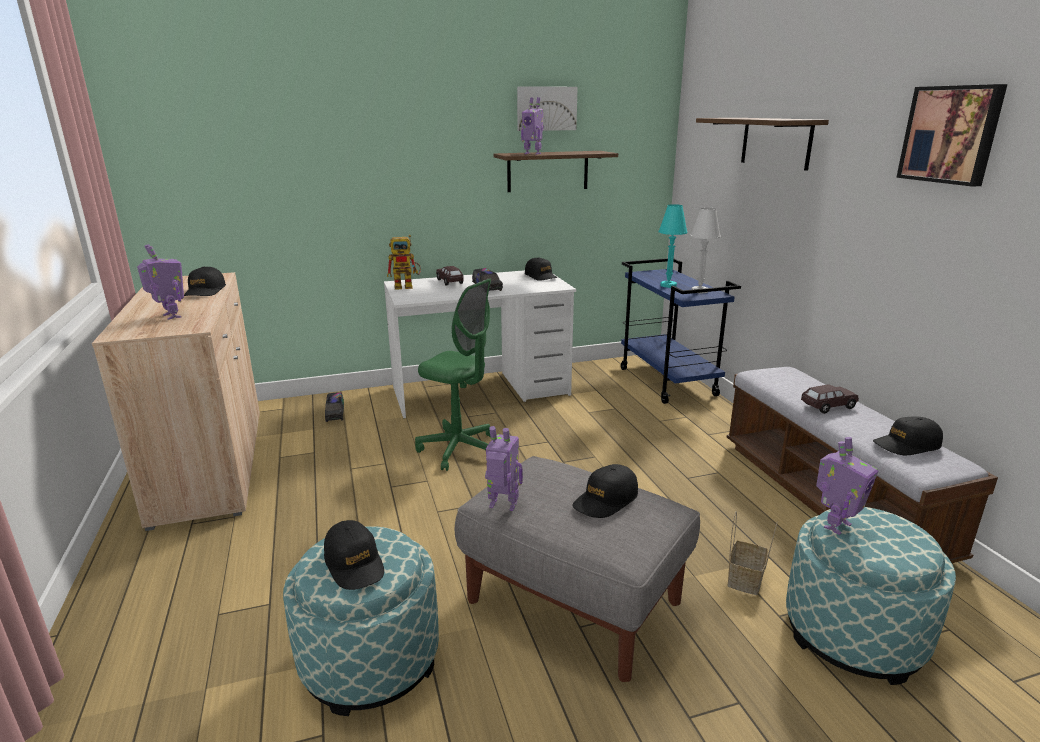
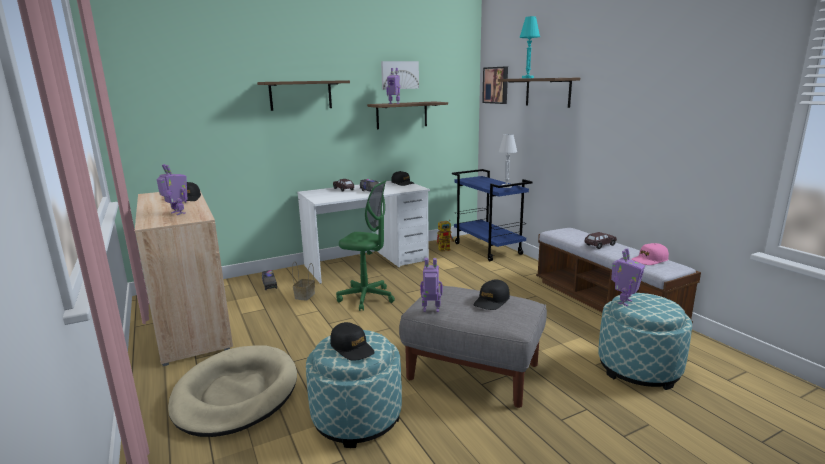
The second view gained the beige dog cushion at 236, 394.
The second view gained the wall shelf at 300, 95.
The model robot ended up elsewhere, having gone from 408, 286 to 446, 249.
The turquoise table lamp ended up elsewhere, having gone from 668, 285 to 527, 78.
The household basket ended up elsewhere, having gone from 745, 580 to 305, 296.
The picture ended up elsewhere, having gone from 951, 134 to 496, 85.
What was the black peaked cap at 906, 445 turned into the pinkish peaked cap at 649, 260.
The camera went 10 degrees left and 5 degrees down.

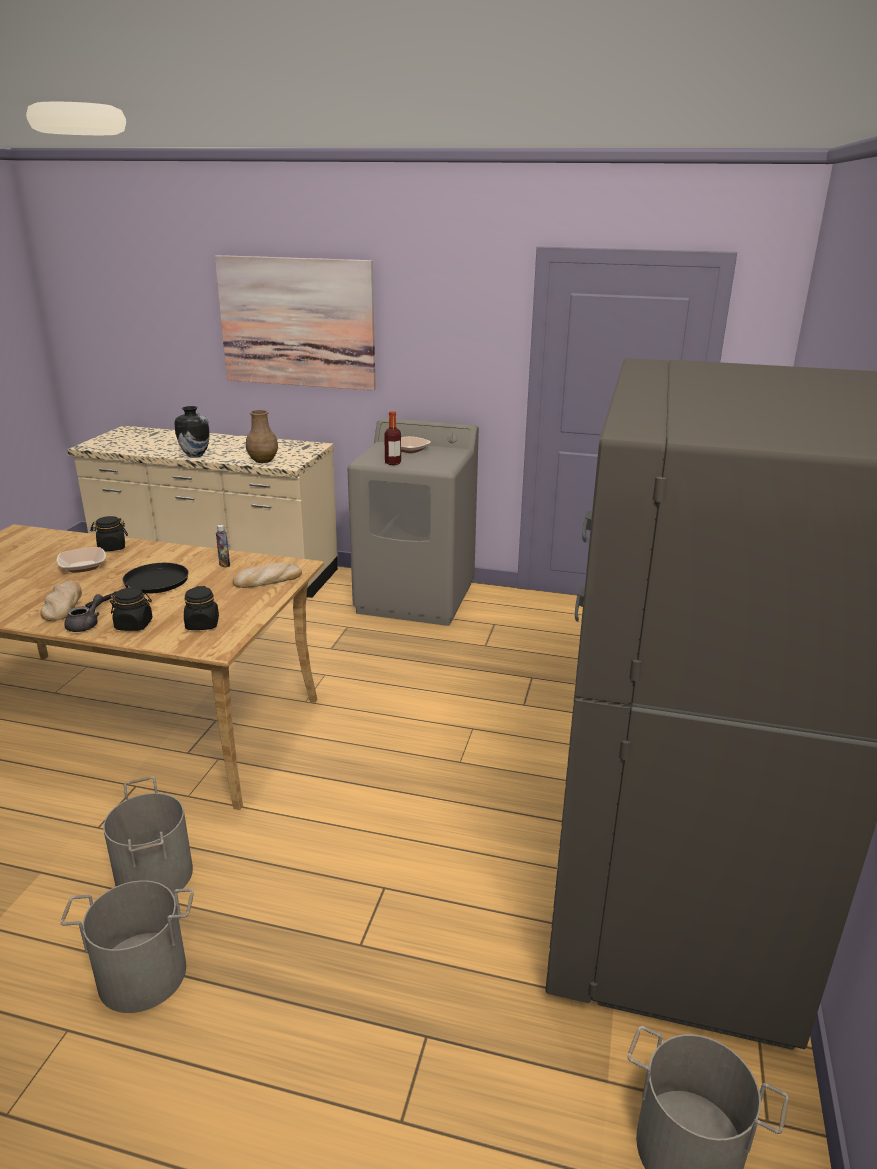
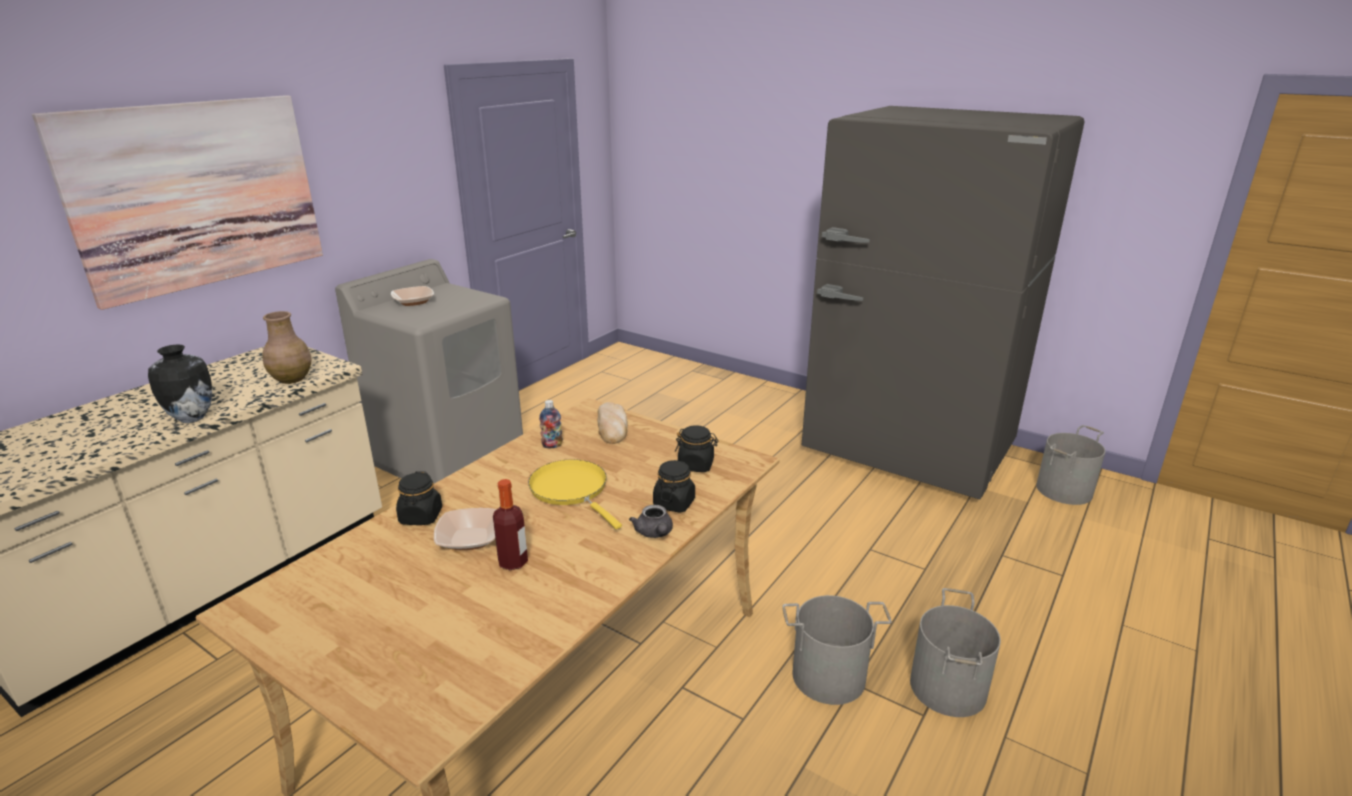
The second view lost the bakery bread at 62, 604.
The bottle ended up elsewhere, having gone from 393, 463 to 513, 562.
What was the black frying pan at 152, 584 turned into the yellowish frying pan at 571, 490.
The gray teapot at 86, 624 ended up facing another way, 150 degrees counterclockwise from before.
The camera went 70 degrees left and 0 degrees up.

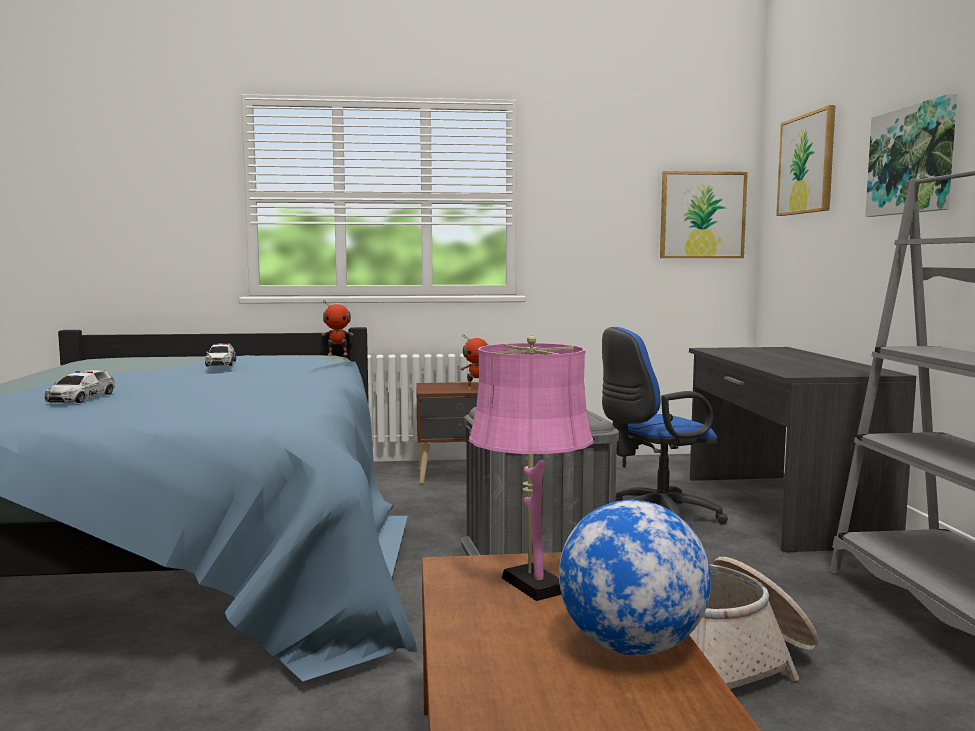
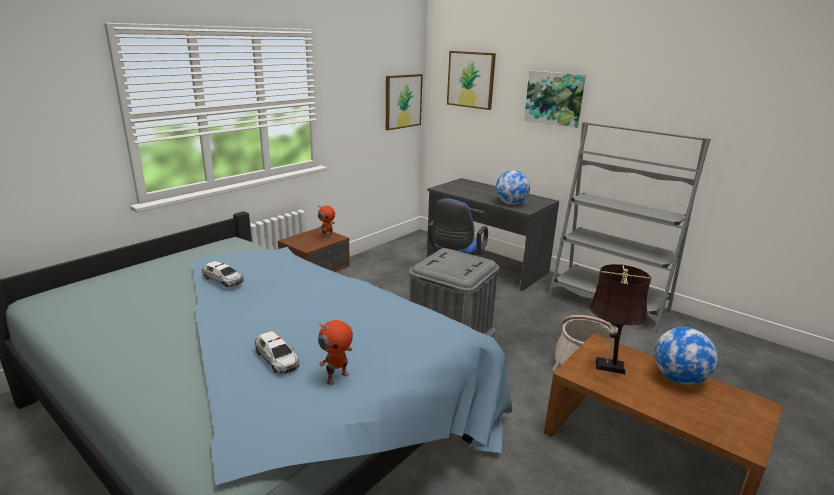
The second view gained the globe at 511, 203.
The model robot ended up elsewhere, having gone from 338, 354 to 337, 377.
What was the pinkish table lamp at 530, 582 turned into the brown-coloured table lamp at 606, 366.
The camera went 45 degrees left and 15 degrees up.

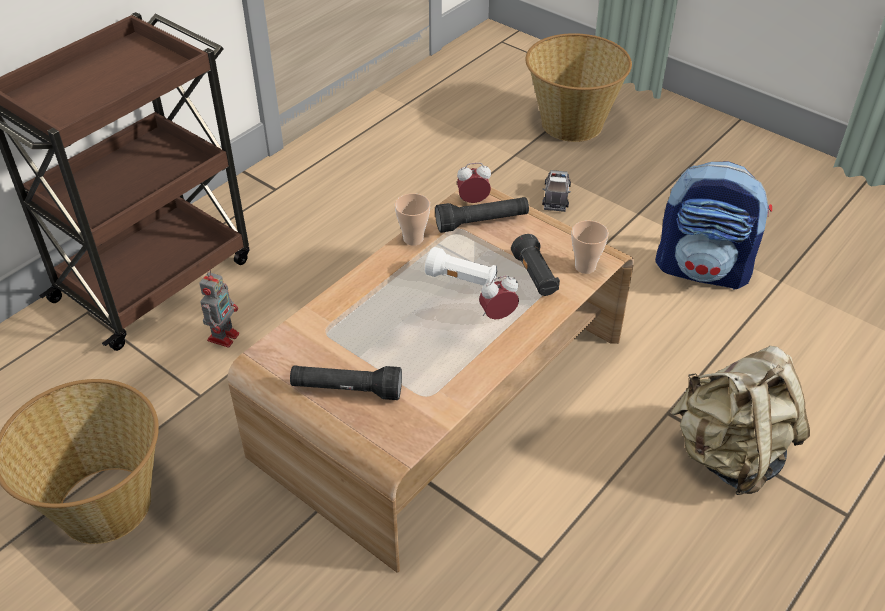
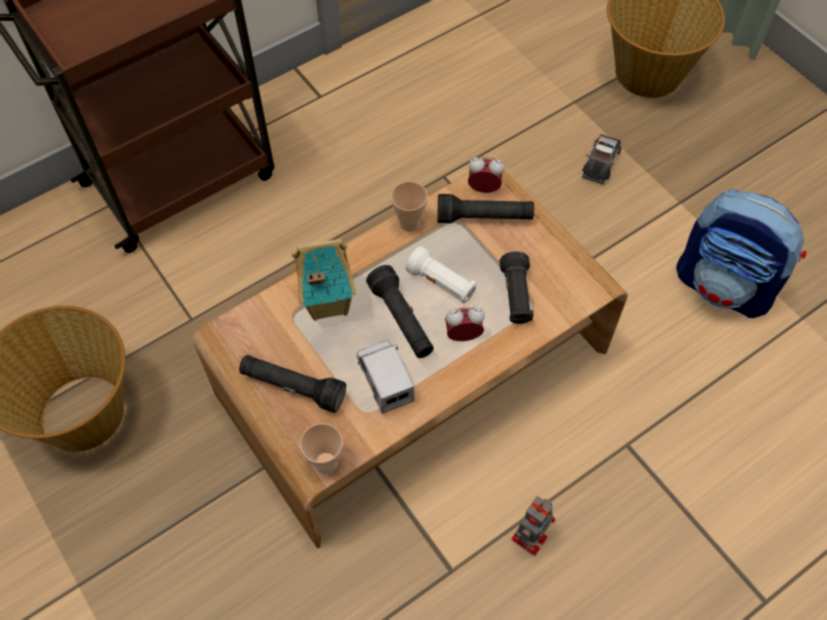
The second view lost the beige rucksack at 729, 455.
The second view gained the miniature house at 326, 303.
The second view gained the toy lorry at 385, 380.
The second view gained the black flashlight at 402, 320.
The model robot ended up elsewhere, having gone from 224, 336 to 530, 536.
The cup ended up elsewhere, having gone from 585, 267 to 325, 463.
The camera went 15 degrees right and 15 degrees up.

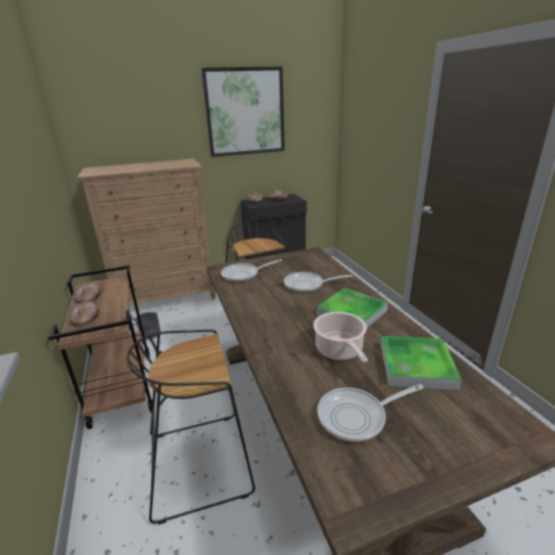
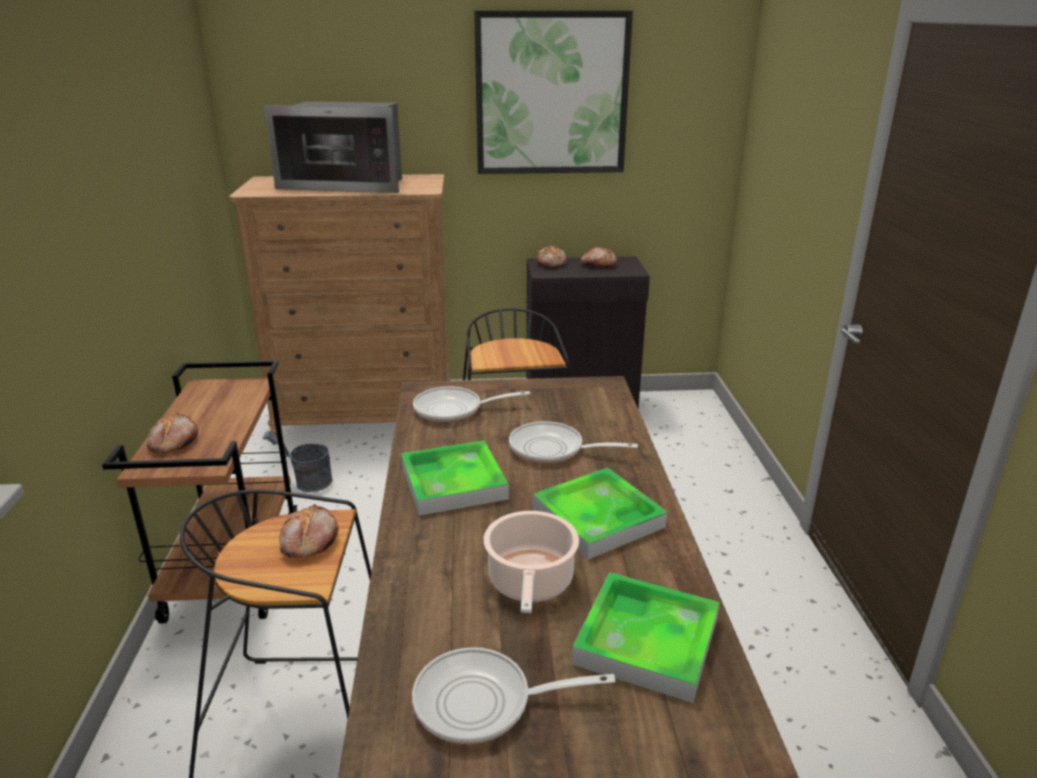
The second view gained the kitchen microwave at 347, 184.
The second view gained the carrying tray at 453, 483.
The bakery bread ended up elsewhere, having gone from 88, 298 to 308, 541.
The camera went 15 degrees right and 0 degrees up.

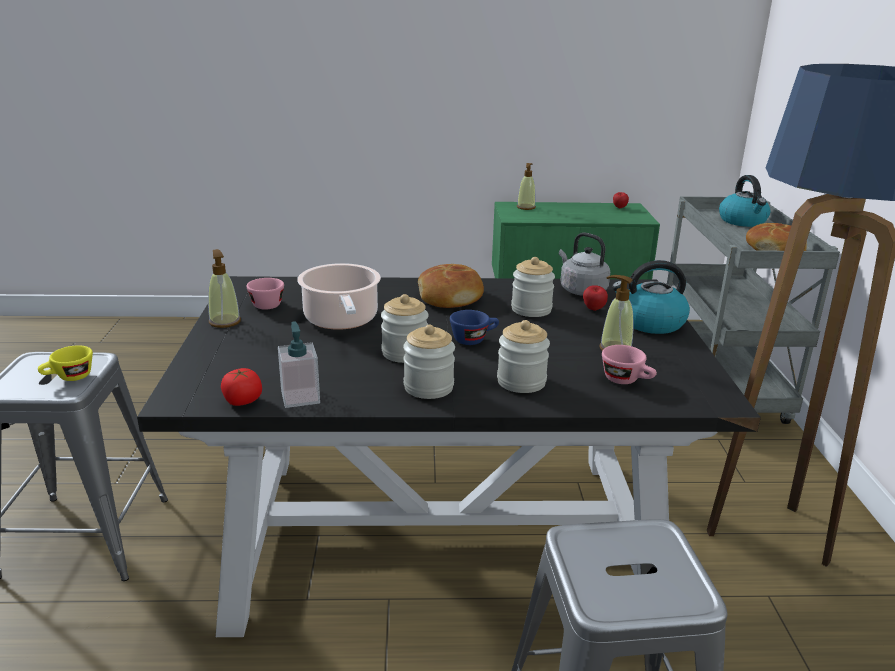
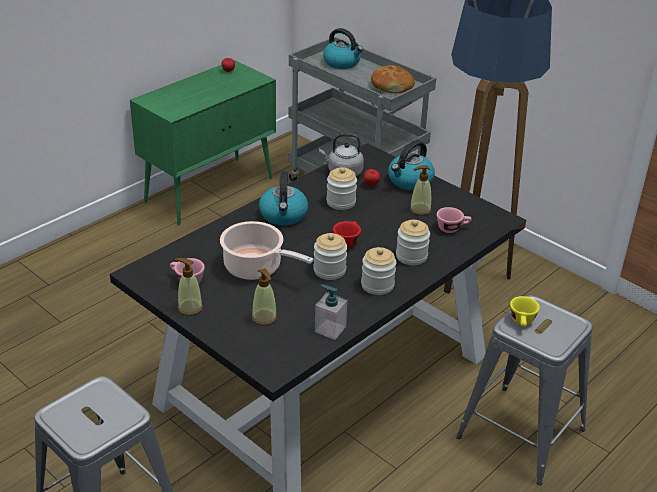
The second view lost the whole tomato at 242, 401.
The yellowish cup ended up elsewhere, having gone from 69, 378 to 522, 322.
The soap bottle ended up elsewhere, having gone from 526, 207 to 264, 318.
Where the bakery bread stood at 450, 297, the water kettle came to stand at 283, 215.
What was the blue cup at 474, 339 turned into the reddish cup at 347, 241.
The camera went 45 degrees left and 10 degrees up.

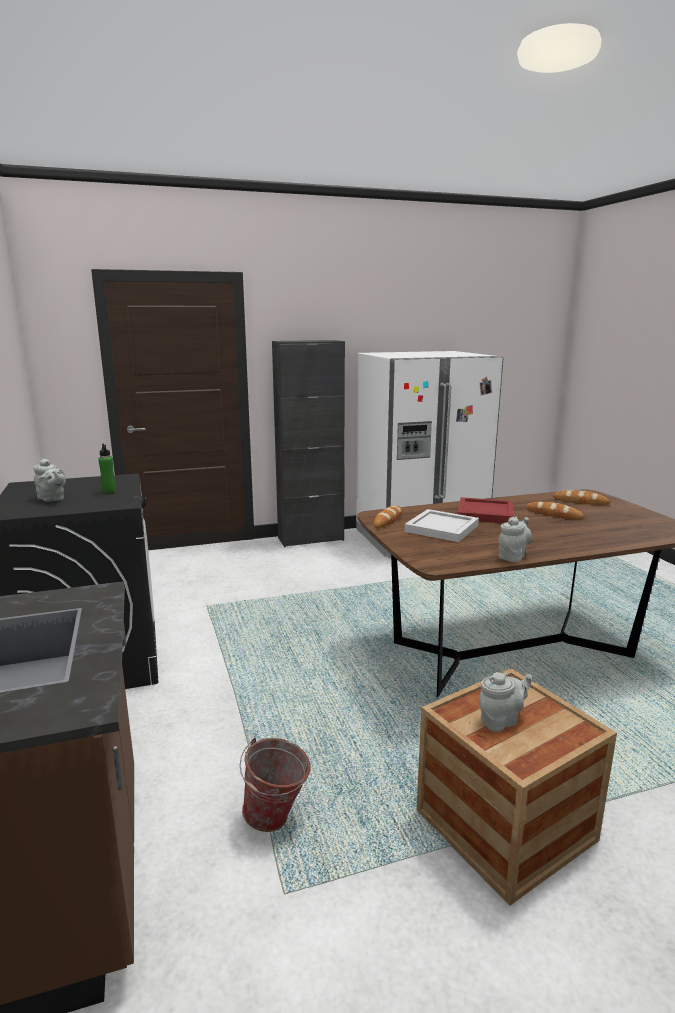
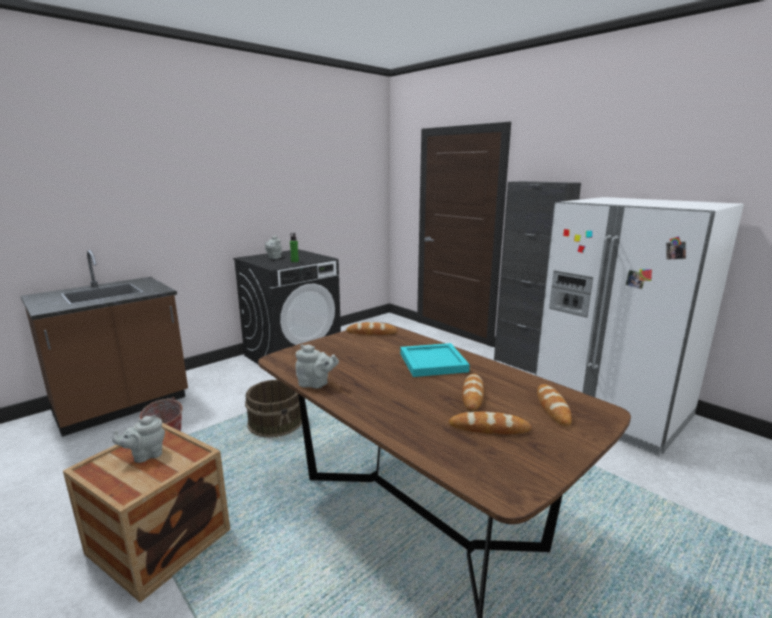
The second view lost the white carrying tray at 443, 528.
The second view gained the brown-coloured water bucket at 276, 422.
The second view gained the bakery bread at 489, 428.
What was the reddish carrying tray at 484, 513 turned into the turquoise carrying tray at 432, 362.
The gray teapot at 501, 720 ended up facing another way, 105 degrees clockwise from before.
The camera went 65 degrees right and 0 degrees up.

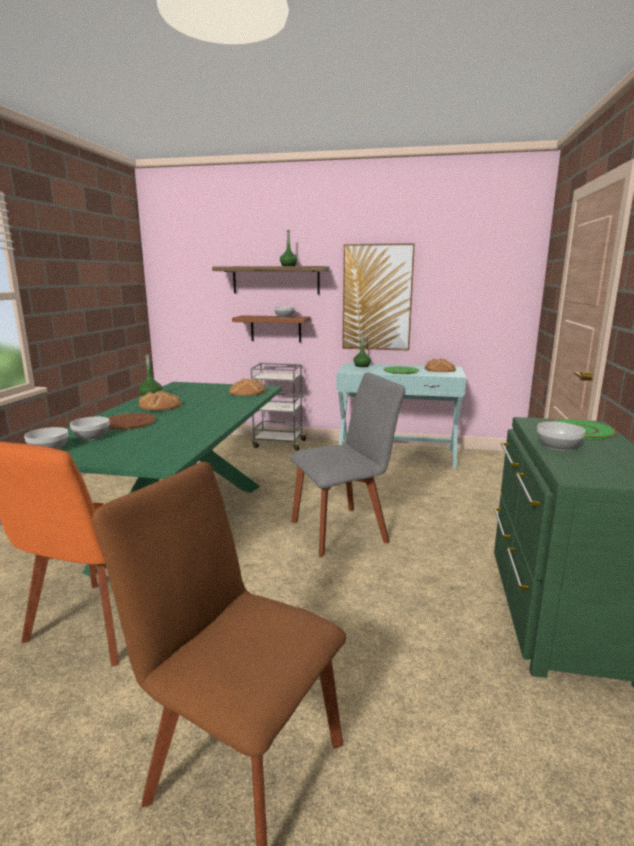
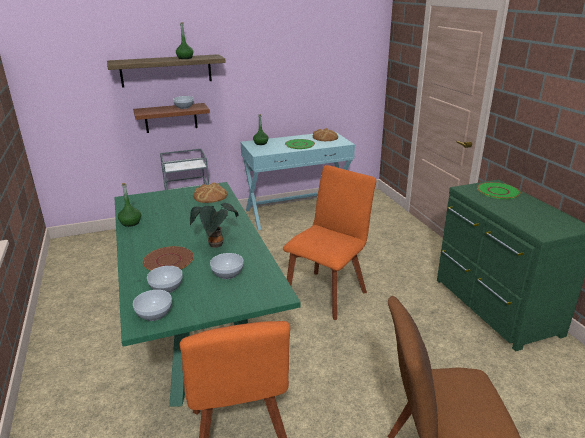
The second view lost the bakery bread at 160, 405.
The second view lost the picture at 377, 297.
The second view gained the potted plant at 216, 246.
The bowl ended up elsewhere, having gone from 557, 446 to 227, 274.
What was the gray upright chair at 343, 530 turned into the orange upright chair at 327, 292.
The camera went 30 degrees left and 10 degrees up.

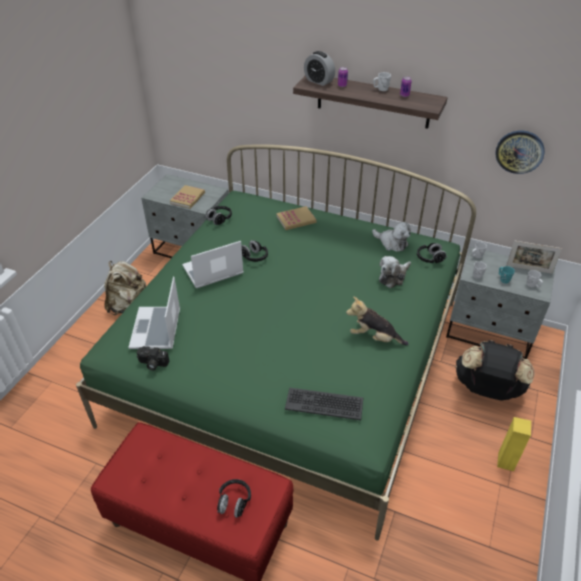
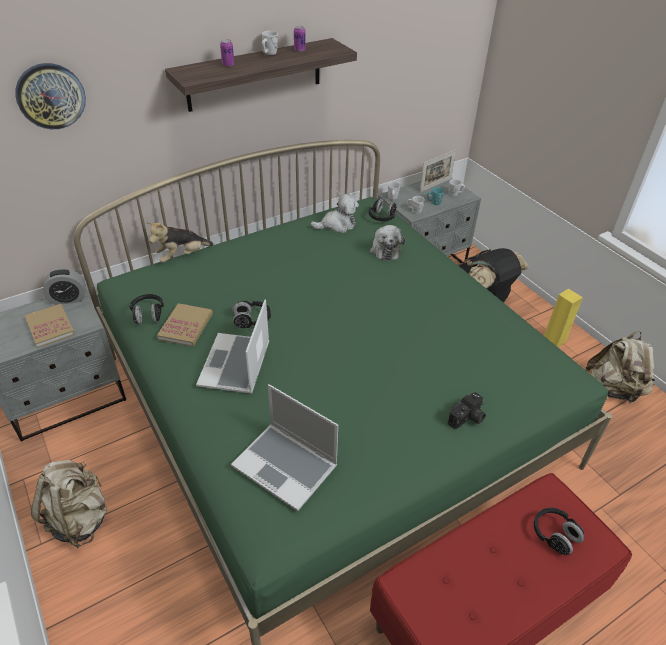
The second view lost the computer keyboard at 324, 403.
The second view gained the beige rucksack at 613, 389.
The still camera ended up elsewhere, having gone from 152, 364 to 467, 418.
The volume ended up elsewhere, having gone from 296, 219 to 186, 326.
The alarm clock ended up elsewhere, having gone from 319, 81 to 68, 299.
The soft toy ended up elsewhere, having gone from 374, 337 to 182, 256.
The clock on the wall ended up elsewhere, having gone from 519, 151 to 50, 96.
The camera went 55 degrees left and 0 degrees up.

